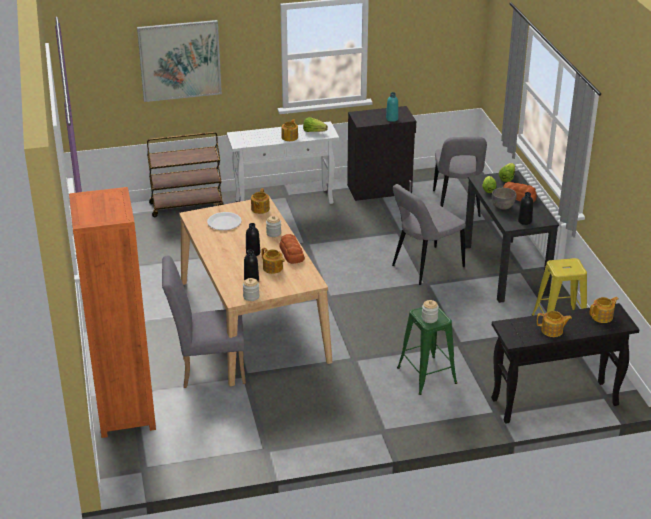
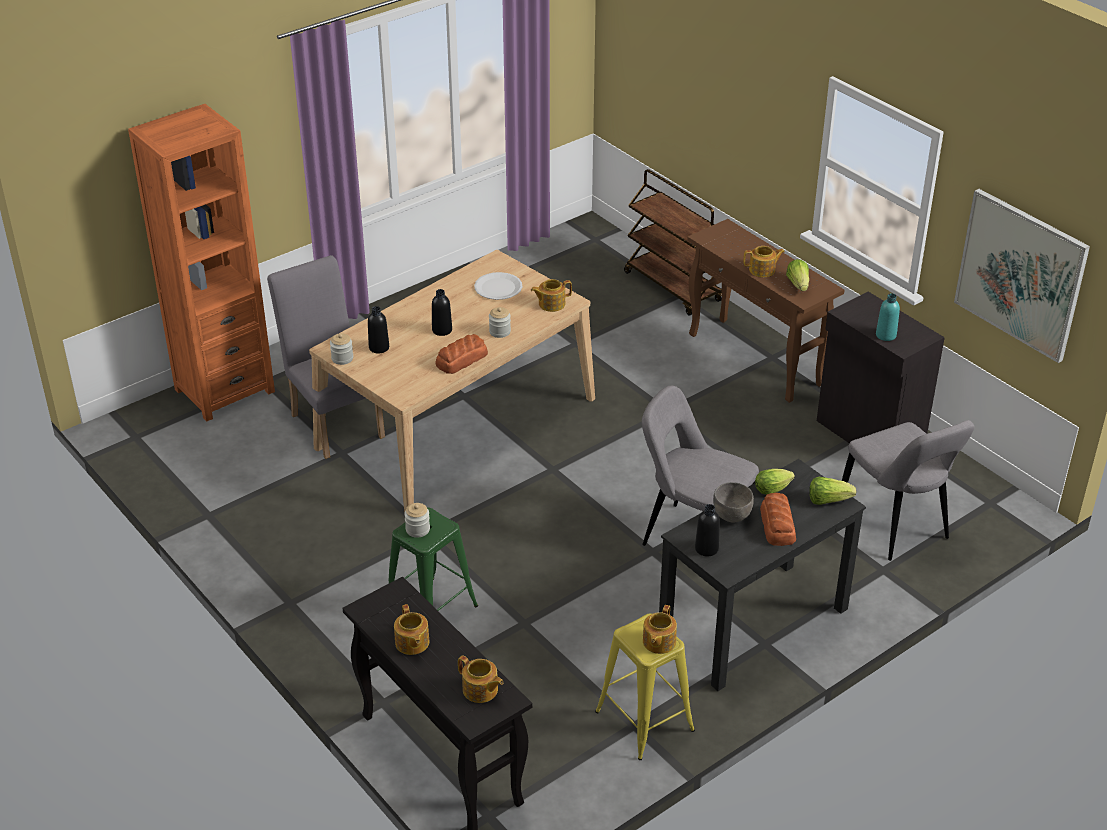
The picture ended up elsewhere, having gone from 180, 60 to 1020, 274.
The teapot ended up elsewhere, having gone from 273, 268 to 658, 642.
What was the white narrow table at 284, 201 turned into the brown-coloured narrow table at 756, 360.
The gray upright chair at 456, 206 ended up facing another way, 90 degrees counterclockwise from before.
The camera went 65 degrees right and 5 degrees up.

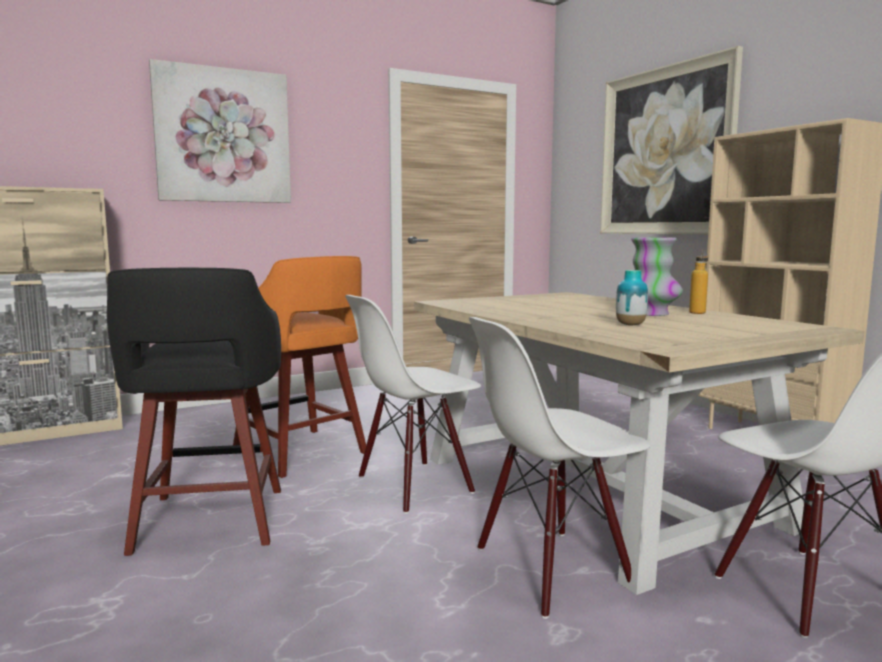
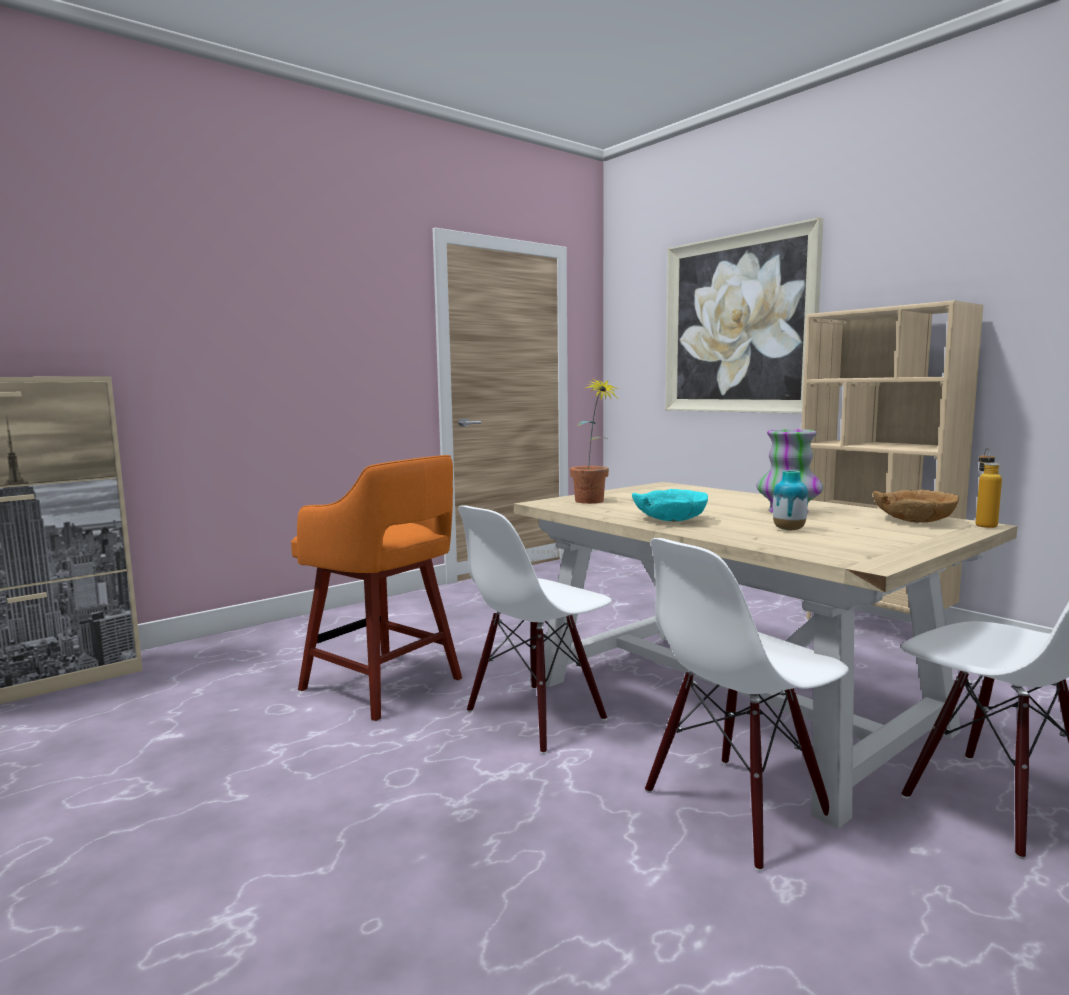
The second view lost the black stool seat at 209, 522.
The second view lost the picture at 223, 136.
The second view gained the potted plant at 593, 502.
The second view gained the turquoise bowl at 669, 519.
The second view gained the brown-coloured bowl at 913, 520.
The bottle ended up elsewhere, having gone from 697, 312 to 983, 524.
The camera went 10 degrees left and 0 degrees up.

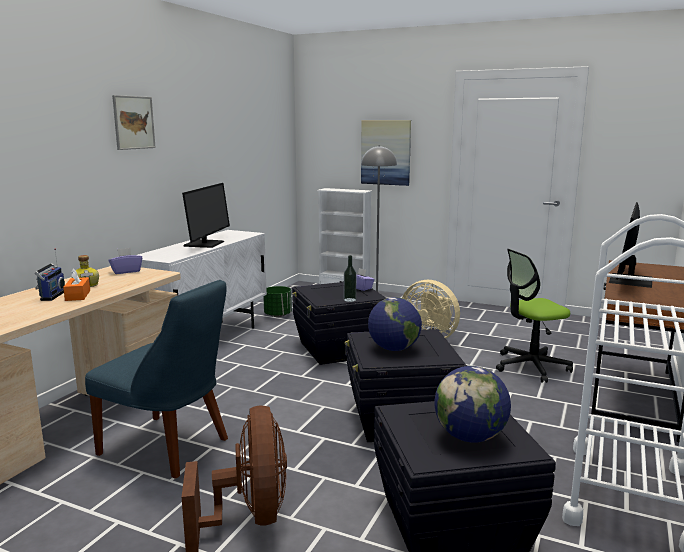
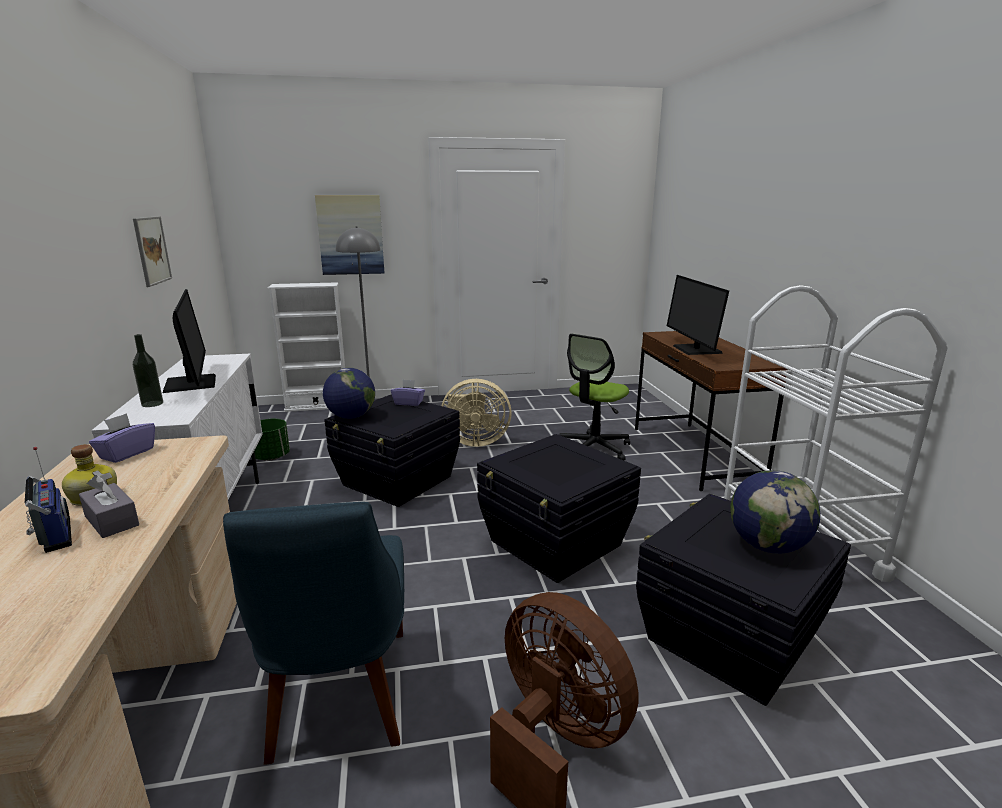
The picture ended up elsewhere, having gone from 133, 122 to 152, 250.
The bottle ended up elsewhere, having gone from 350, 300 to 152, 404.
The globe ended up elsewhere, having gone from 394, 349 to 351, 417.
What was the orange tissue box at 78, 295 turned into the gray tissue box at 111, 521.
The blue upright chair at 169, 447 ended up facing another way, 90 degrees clockwise from before.
The camera went 35 degrees left and 5 degrees up.

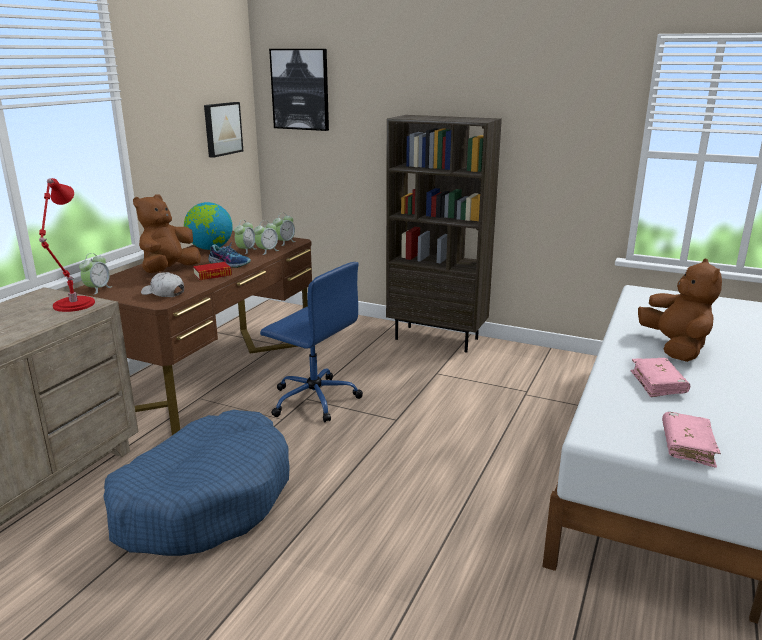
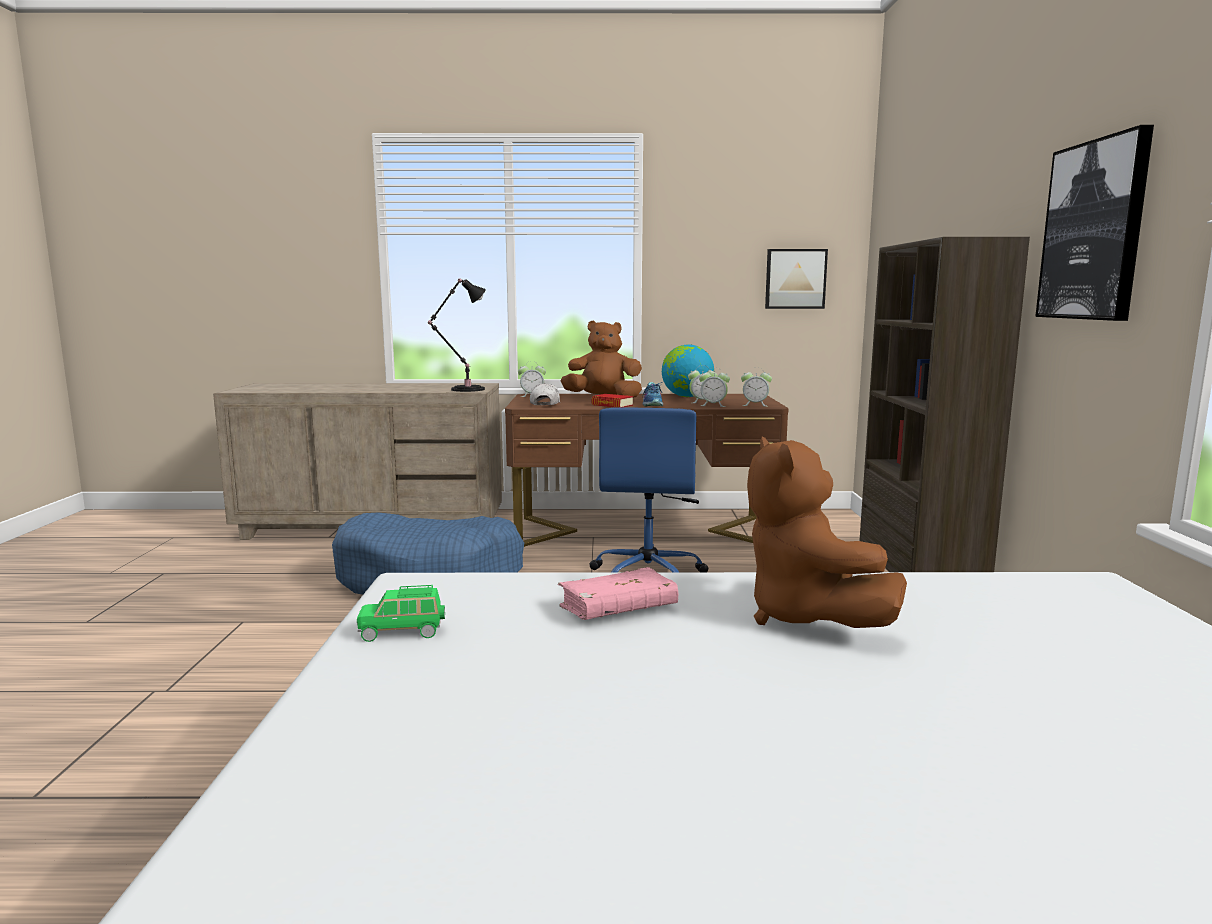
The picture ended up elsewhere, having gone from 300, 89 to 1094, 231.
Where the pinkish volume stood at 687, 446, the green model car came to stand at 402, 632.
What was the reddish table lamp at 72, 306 turned into the black table lamp at 465, 389.
The brown-coloured soft toy at 675, 348 ended up facing another way, 105 degrees clockwise from before.
The camera went 65 degrees right and 10 degrees down.

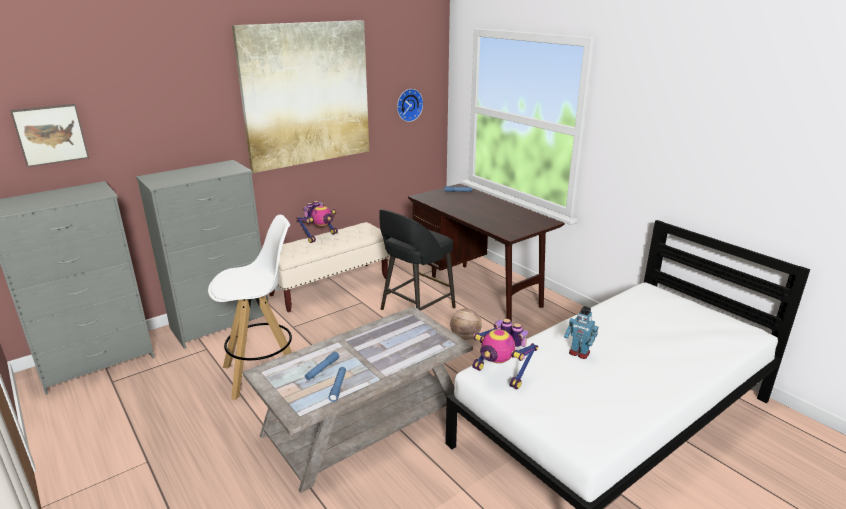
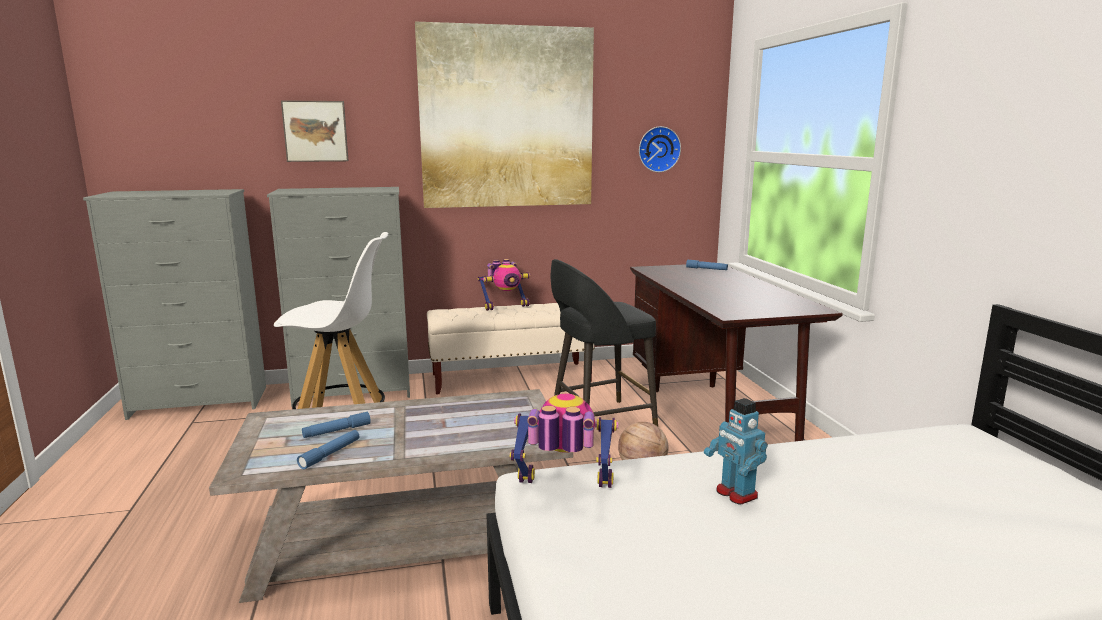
The picture ended up elsewhere, having gone from 50, 134 to 315, 131.
The model robot at 500, 374 ended up facing another way, 120 degrees clockwise from before.
The camera went 25 degrees right and 10 degrees down.

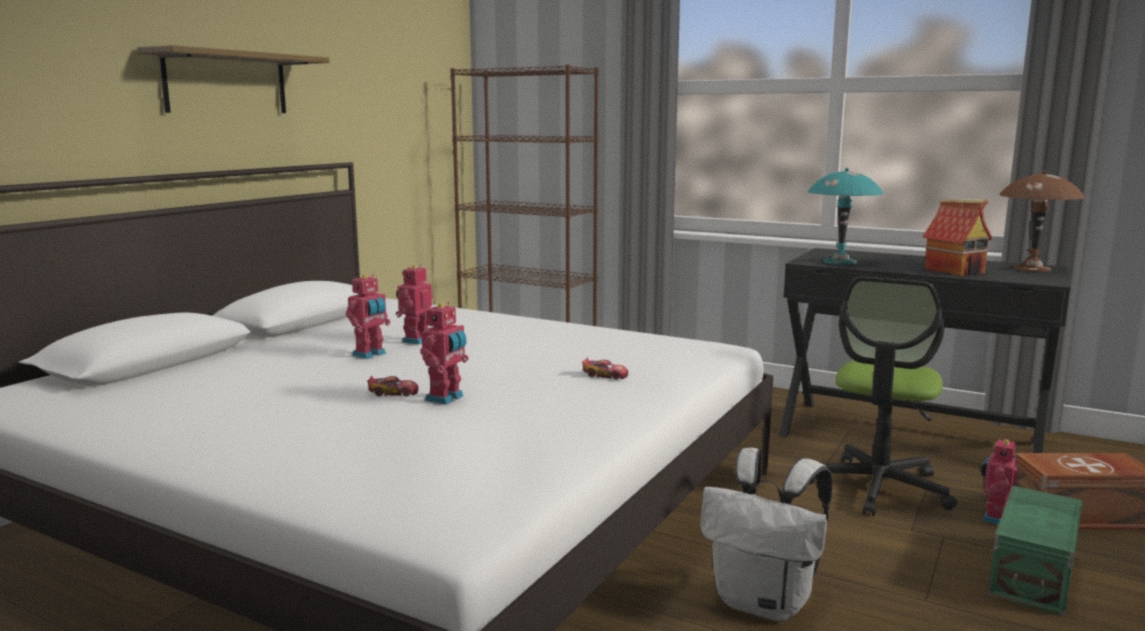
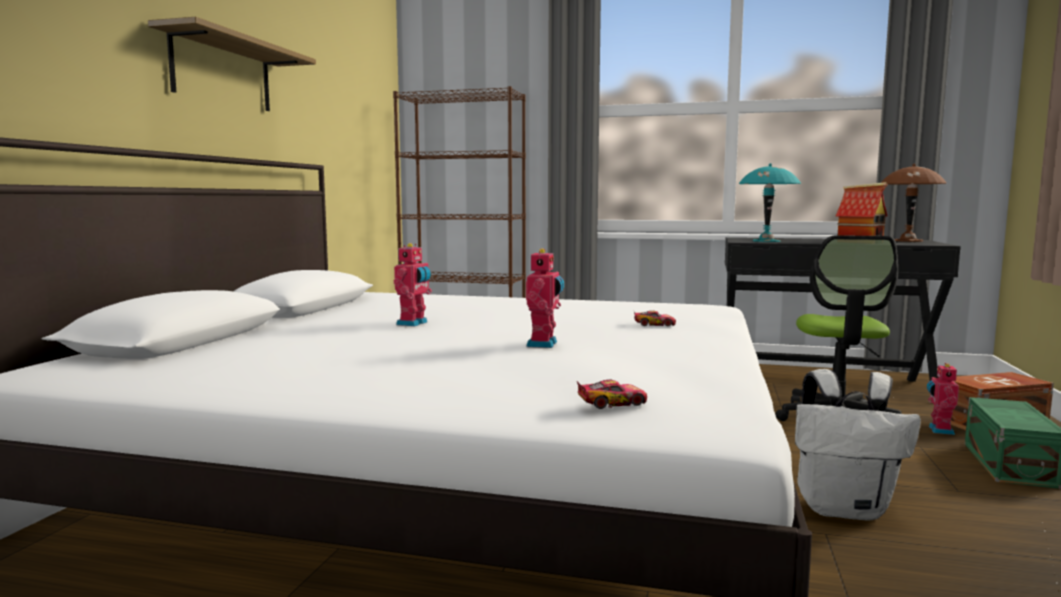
The second view lost the model robot at 415, 340.
The model car ended up elsewhere, having gone from 394, 393 to 613, 403.
The camera went 15 degrees left and 5 degrees down.

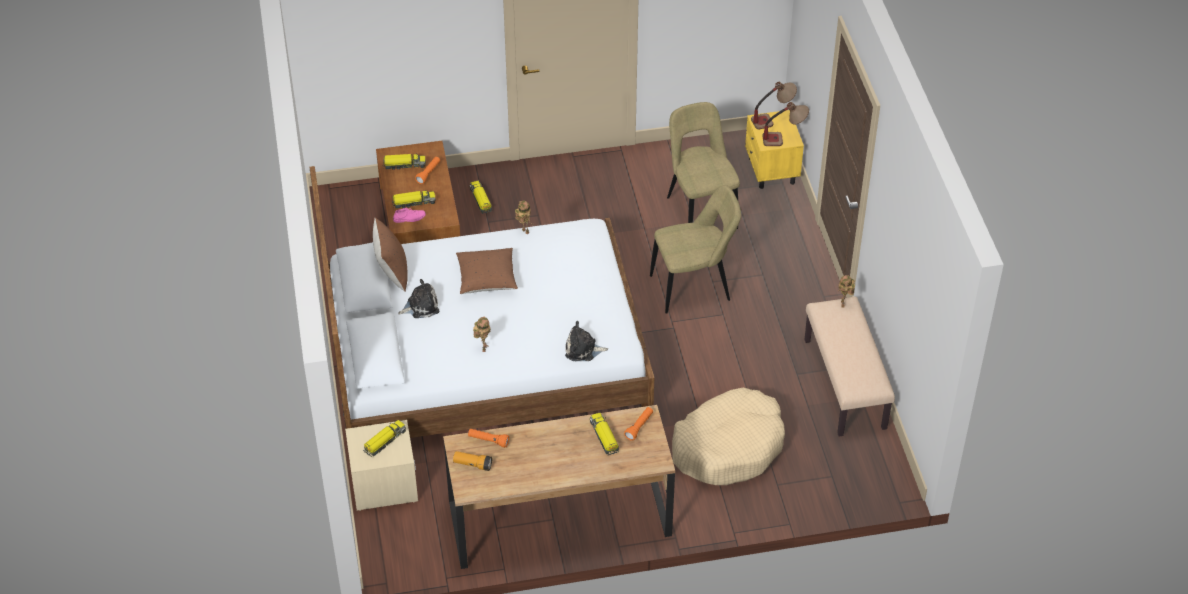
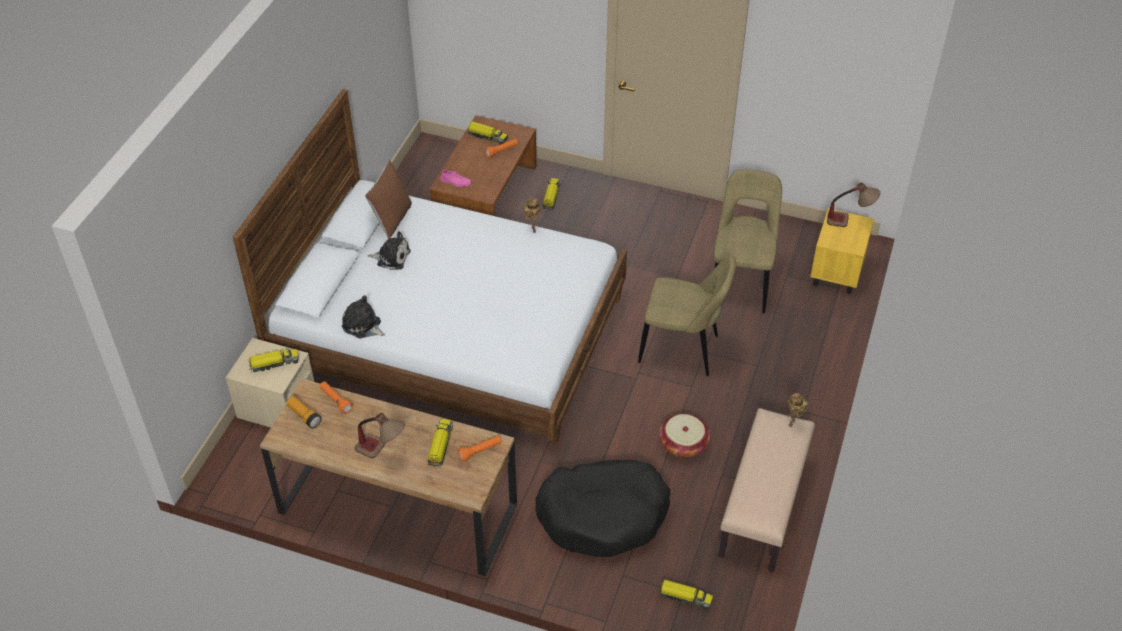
The second view lost the brown-coloured cushion at 487, 279.
The second view lost the model robot at 483, 348.
The second view gained the household basket at 683, 444.
The toy lorry ended up elsewhere, having gone from 413, 202 to 685, 597.
The soft toy ended up elsewhere, having gone from 583, 349 to 363, 326.
The table lamp ended up elsewhere, having gone from 784, 139 to 383, 452.
What was the beige dog cushion at 728, 446 turned into the black dog cushion at 603, 515.
The camera went 30 degrees right and 0 degrees up.

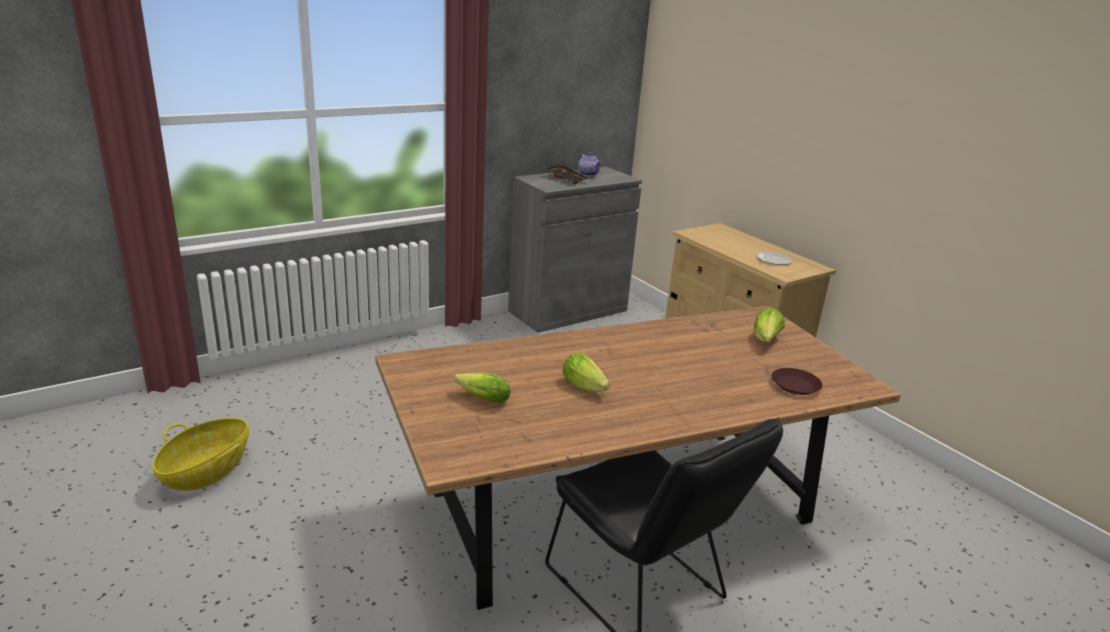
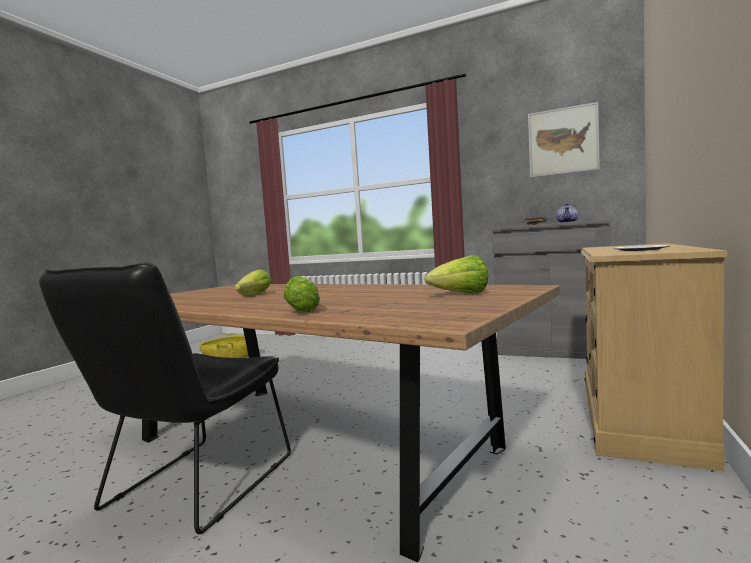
The second view lost the brown-coloured plate at 795, 385.
The second view gained the picture at 562, 141.
The lettuce head ended up elsewhere, having gone from 481, 398 to 304, 310.
The camera went 60 degrees right and 20 degrees down.

